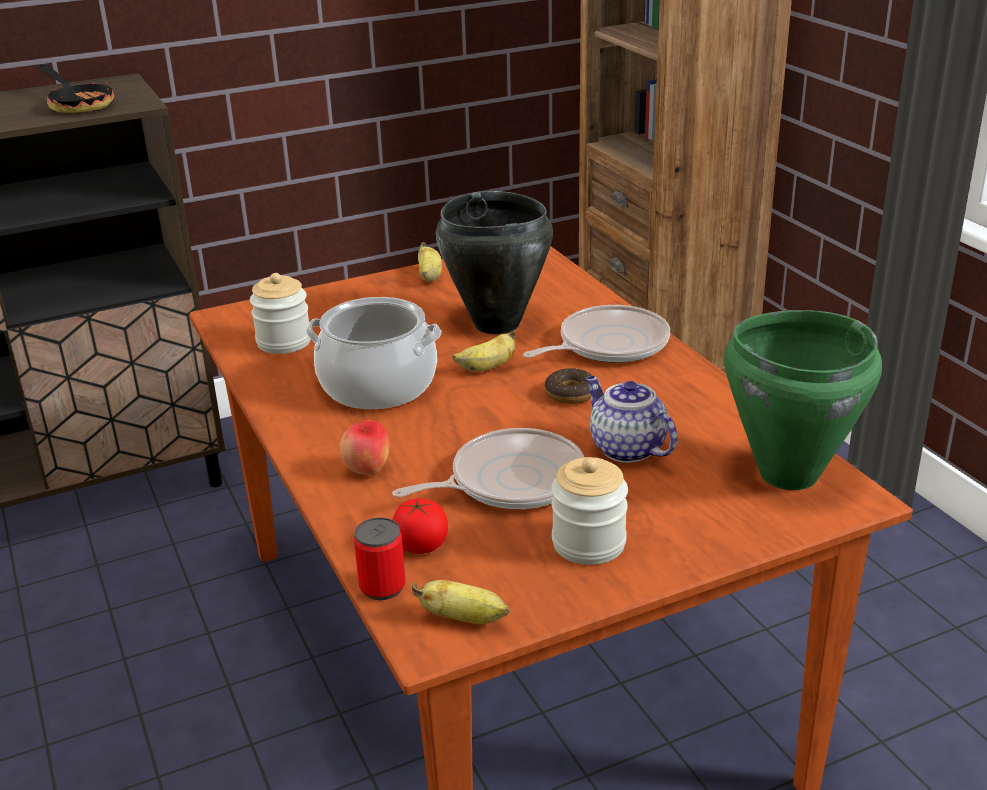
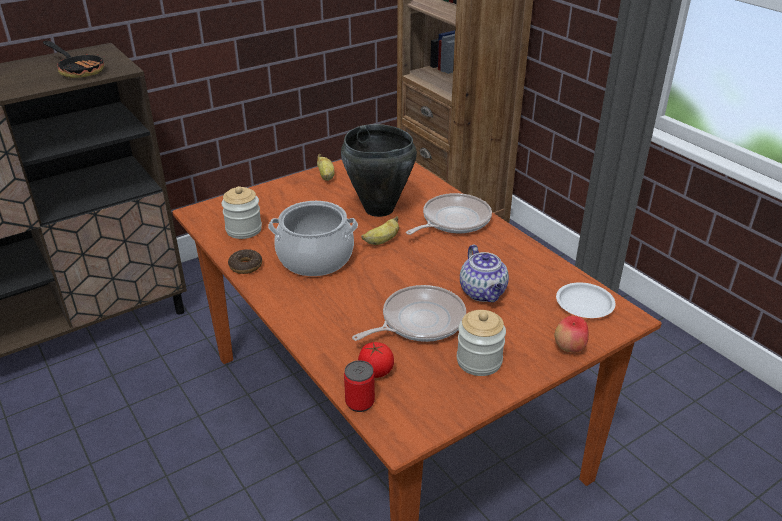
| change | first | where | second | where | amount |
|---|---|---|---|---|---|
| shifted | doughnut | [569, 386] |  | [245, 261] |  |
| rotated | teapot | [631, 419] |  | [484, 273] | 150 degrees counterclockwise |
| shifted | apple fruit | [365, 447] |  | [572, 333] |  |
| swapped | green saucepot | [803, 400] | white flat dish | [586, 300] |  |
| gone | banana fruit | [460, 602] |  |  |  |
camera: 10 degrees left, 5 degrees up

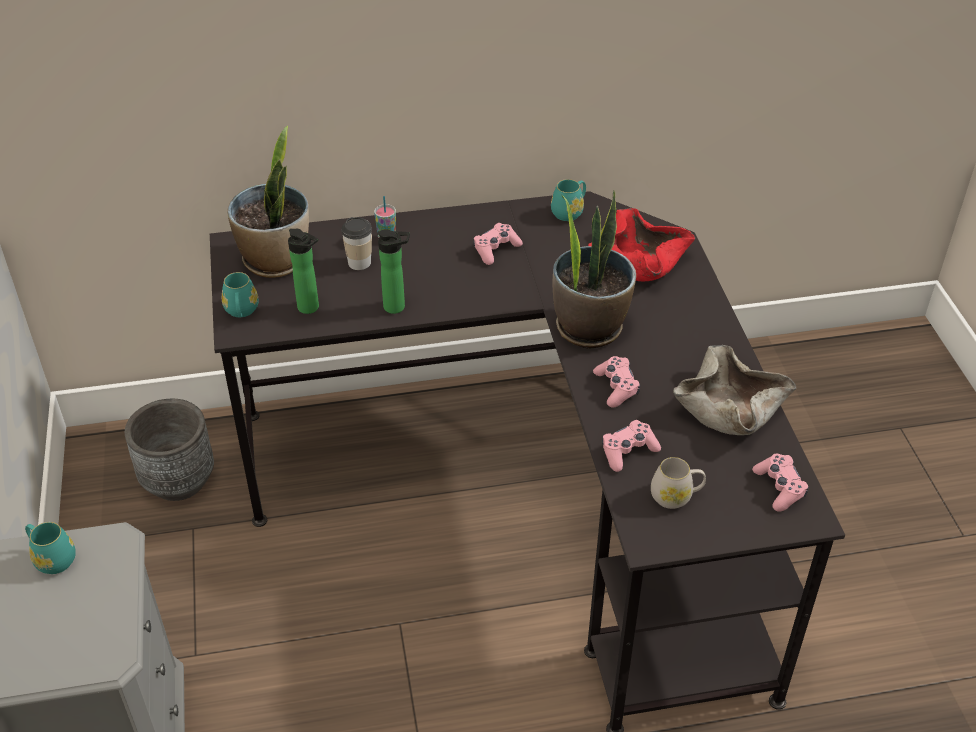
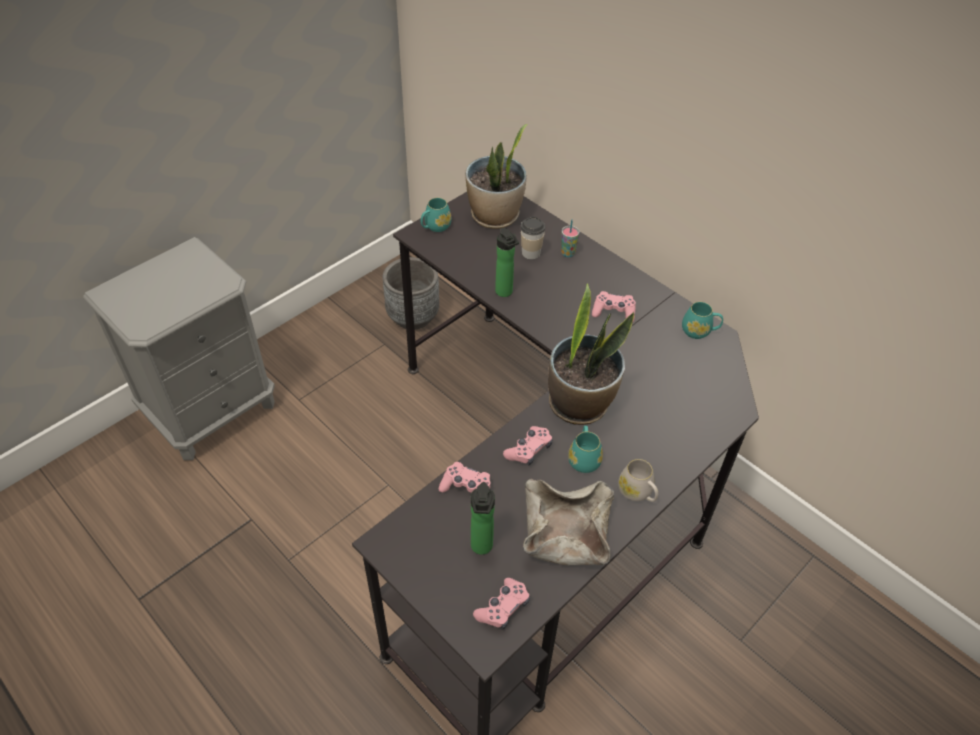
| change | first | where | second | where | amount |
|---|---|---|---|---|---|
| shifted | bottle | [303, 271] |  | [483, 518] |  |
| shifted | turquoise-coloured mug | [50, 548] |  | [585, 449] |  |
| shifted | white mug | [678, 483] |  | [638, 480] |  |
| gone | reddish deep dish | [641, 244] |  |  |  |
camera: 55 degrees right, 5 degrees up

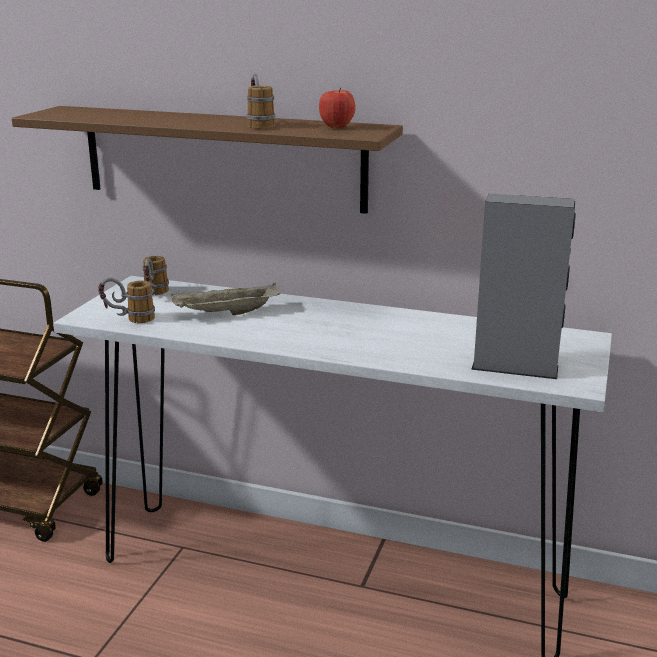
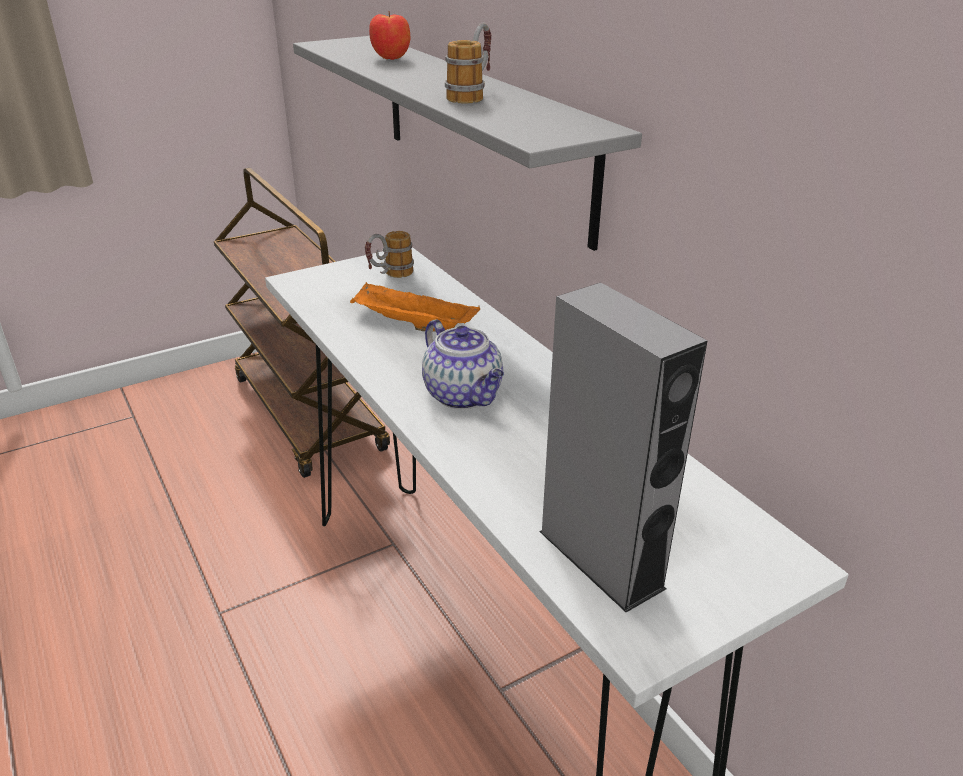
| change | first | where | second | where | amount |
|---|---|---|---|---|---|
| repainted | brownish wall shelf | [207, 160] | greyish wall shelf | [467, 143] |  |
| repainted | beige-coloured serving tray | [225, 298] | orangey serving tray | [415, 307] |  |
| shifted | apple fruit | [337, 108] |  | [390, 35] |  |
| new |  |  | teapot | [463, 364] |  |
| gone | mug | [126, 300] |  |  |  |
camera: 40 degrees right, 10 degrees up

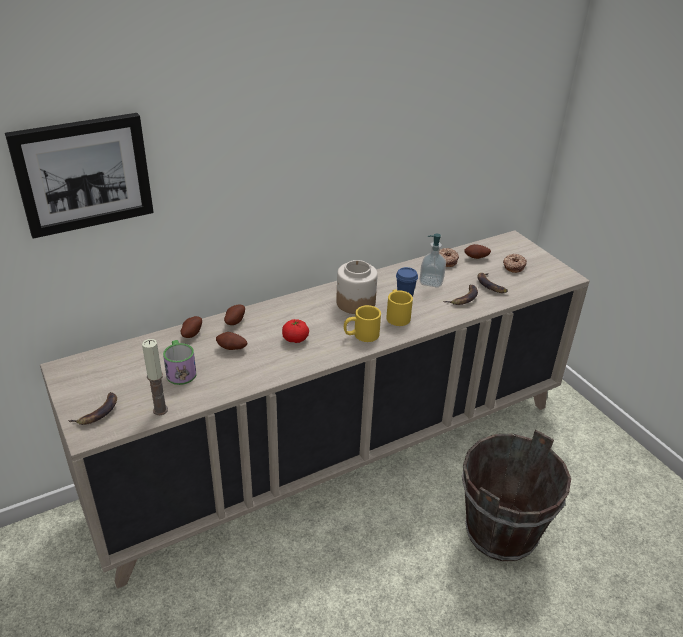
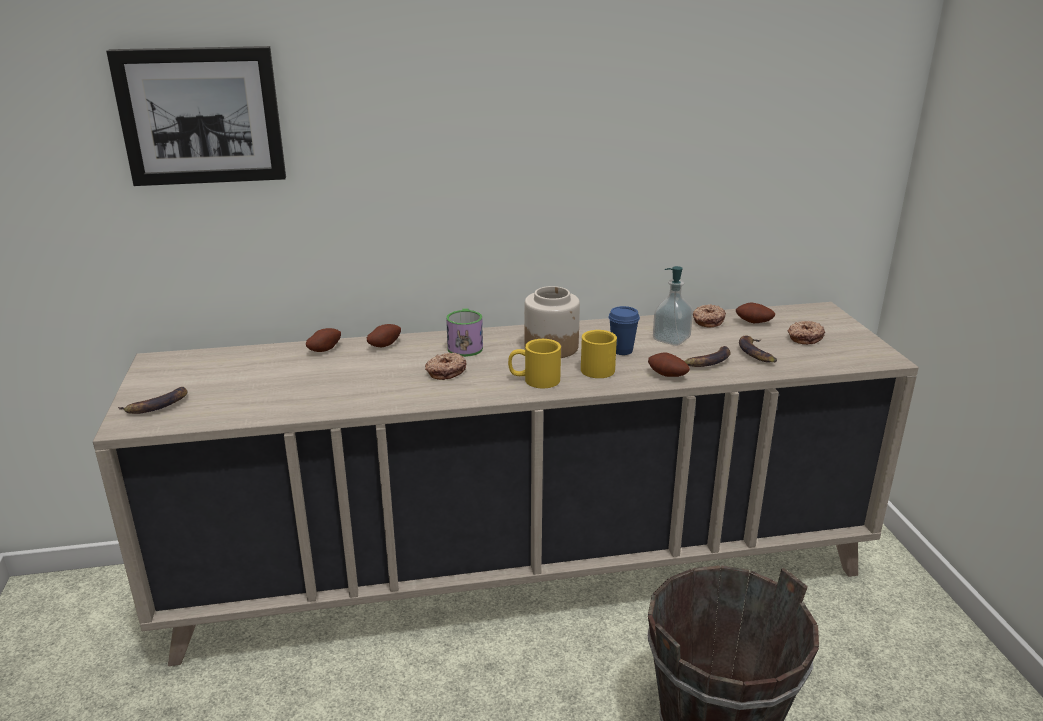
| change | first | where | second | where | amount |
|---|---|---|---|---|---|
| swapped | whole tomato | [295, 331] | doughnut | [446, 366] |  |
| shifted | mug | [179, 362] |  | [464, 332] |  |
| shifted | spud | [231, 341] |  | [669, 364] |  |
| gone | candle | [155, 377] |  |  |  |
camera: 20 degrees right, 10 degrees down

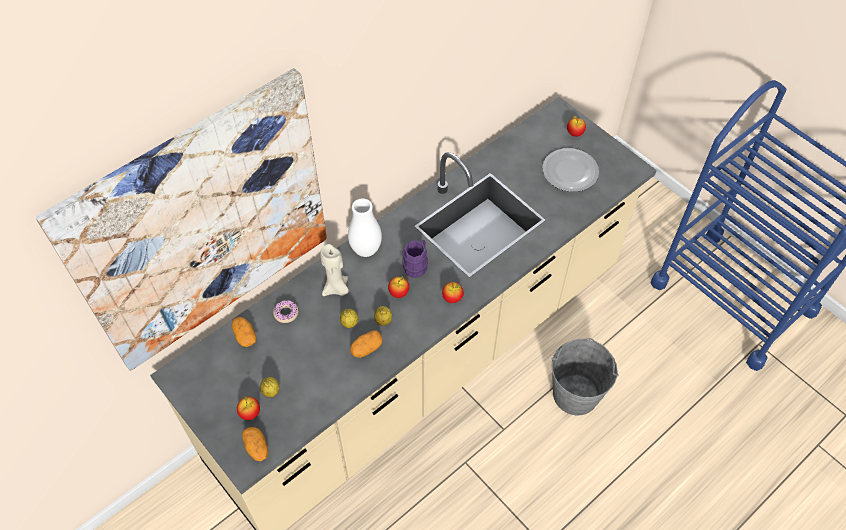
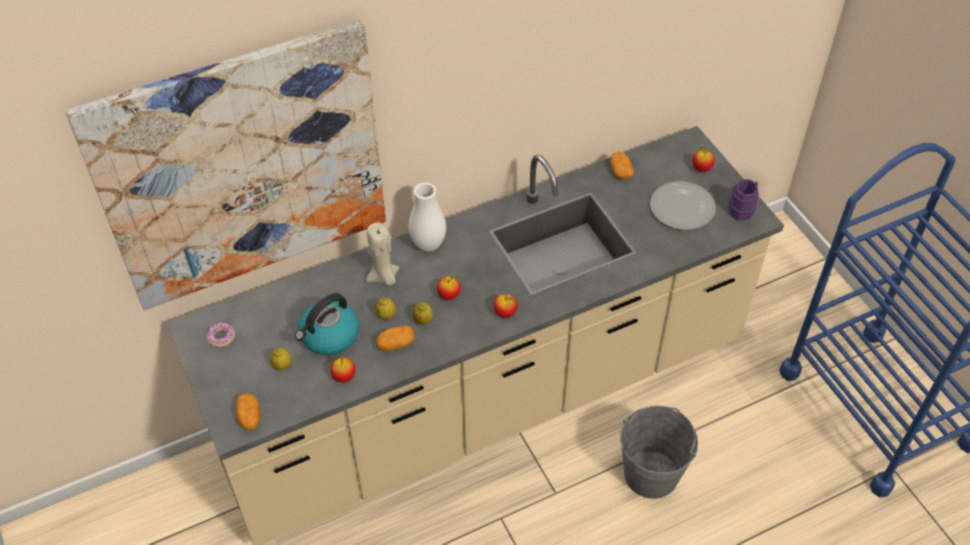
| change | first | where | second | where | amount |
|---|---|---|---|---|---|
| shifted | doughnut | [286, 311] |  | [220, 335] |  |
| new |  |  | tea kettle | [327, 324] |  |
| shifted | apple fruit | [248, 408] |  | [343, 368] |  |
| shifted | spud | [244, 332] |  | [622, 166] |  |
| shifted | purple-coloured mug | [415, 259] |  | [743, 200] |  |
camera: 15 degrees right, 5 degrees down

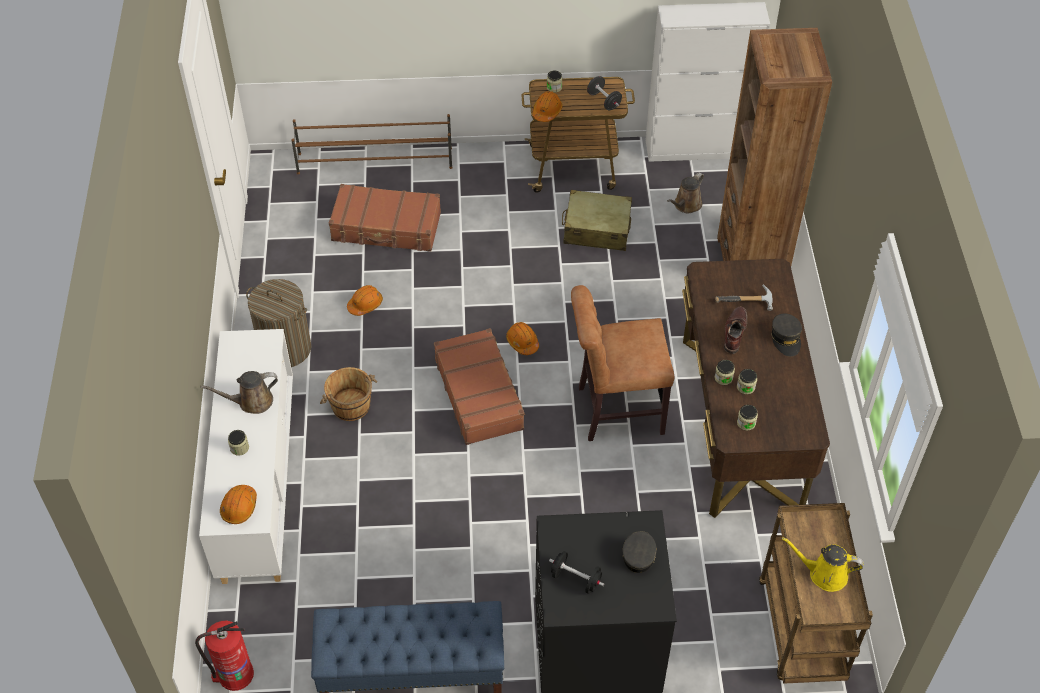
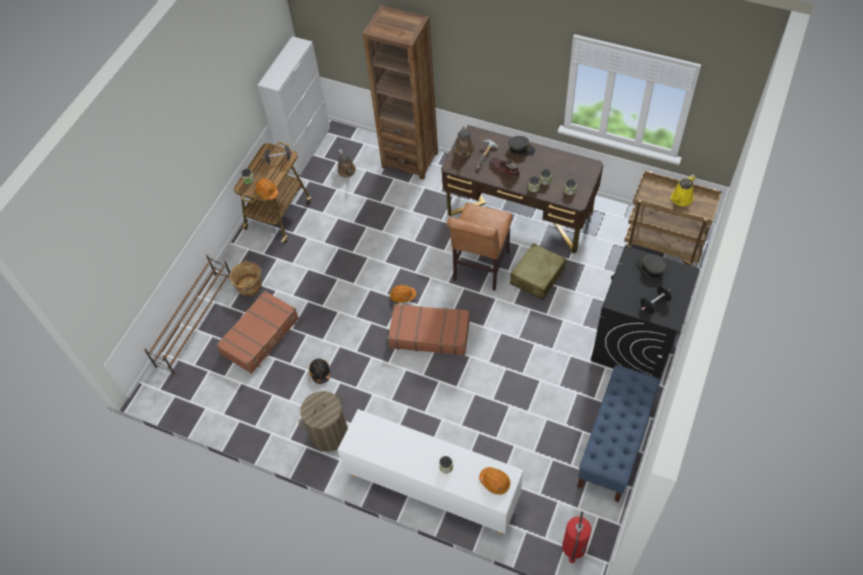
| change | first | where | second | where | amount |
|---|---|---|---|---|---|
| shifted | brownish pail | [348, 394] |  | [246, 278] |  |
| repainted | orangey work helmet | [365, 300] | black work helmet | [319, 371] |  |
| shifted | brownish watering pot | [239, 392] |  | [465, 141] |  |
| shifted | beige-coloured piece of luggage | [597, 220] |  | [538, 271] |  |
camera: 60 degrees left, 5 degrees up

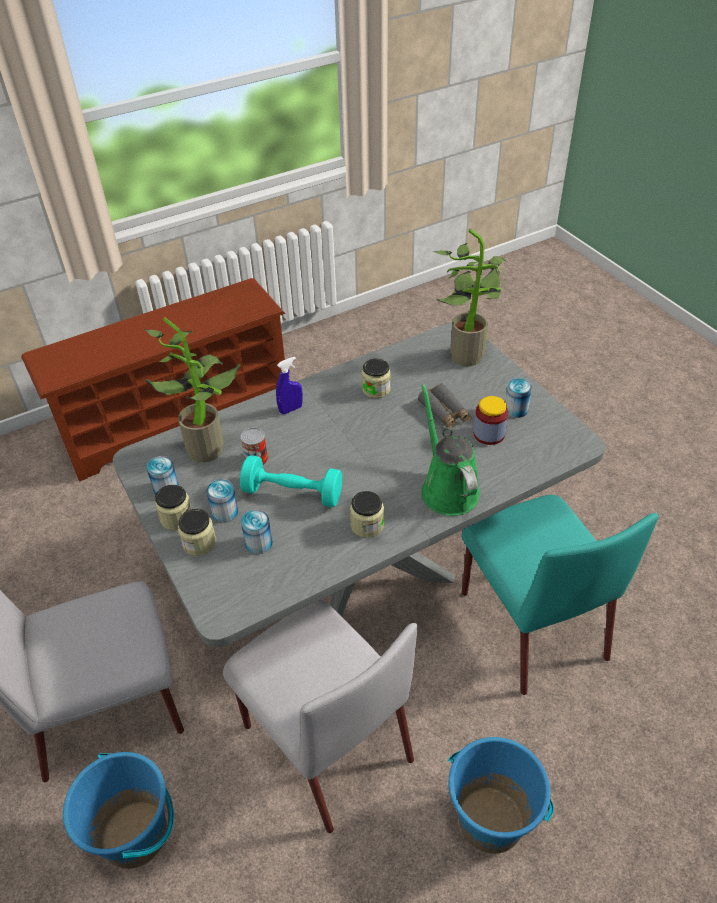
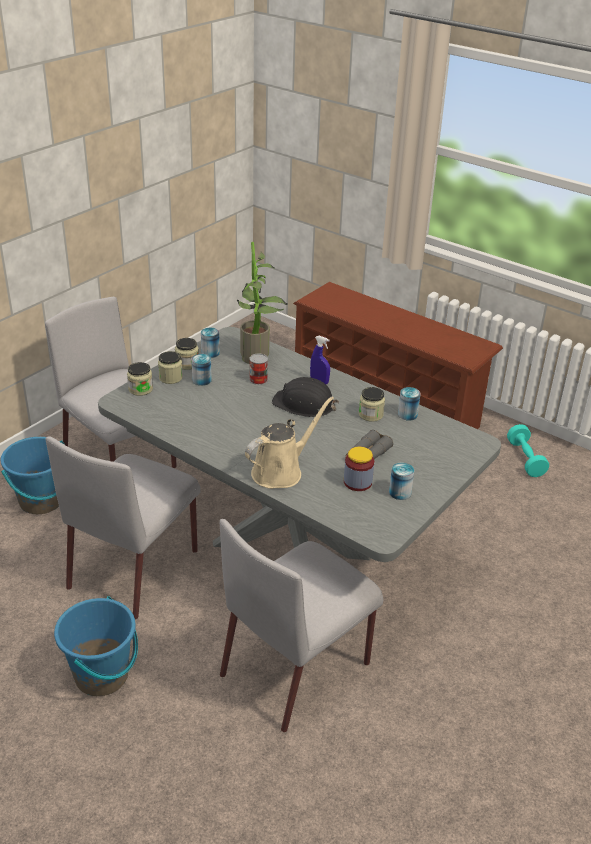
| change | first | where | second | where | amount |
|---|---|---|---|---|---|
| shifted | preserve jar | [367, 514] |  | [140, 379] |  |
| repainted | turquoise-coloured upright chair | [560, 595] | greyish upright chair | [301, 625] |  |
| repainted | green watering pot | [450, 450] | beige-coloured watering pot | [289, 442] |  |
| new |  |  | black work helmet | [305, 397] |  |
| shifted | can | [257, 532] |  | [409, 404] |  |
| shifted | turquoise-coloured dumbbell | [291, 481] |  | [528, 450] |  |
| gone | houseplant | [470, 297] |  |  |  |
camera: 65 degrees right, 10 degrees down

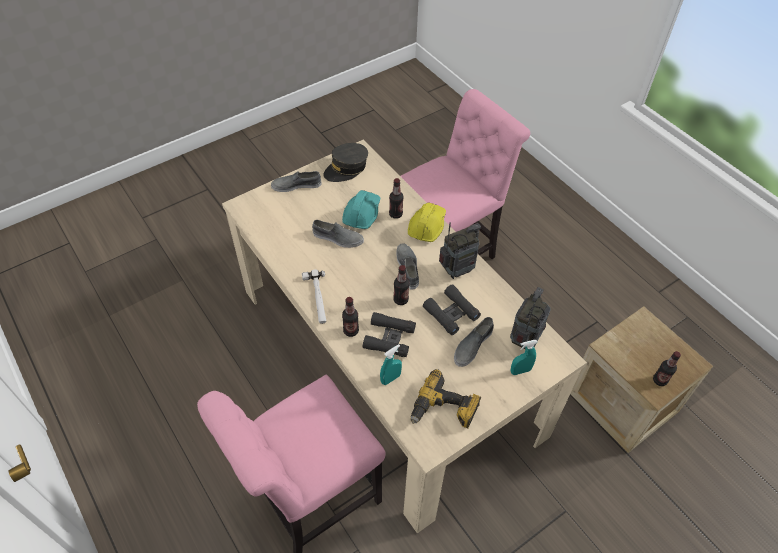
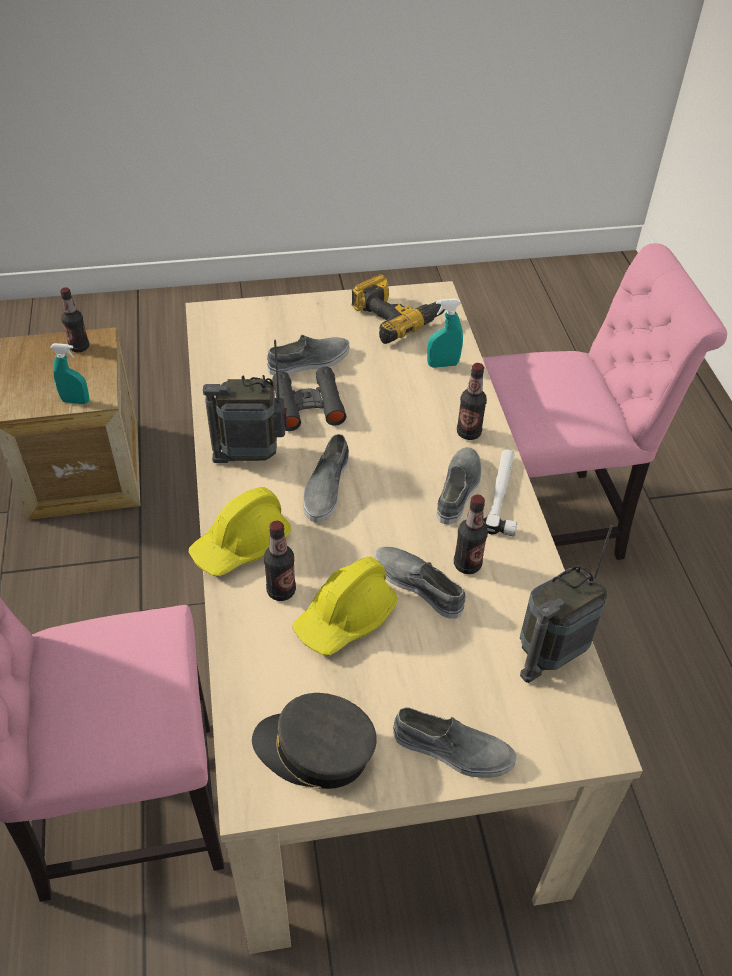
| change | first | where | second | where | amount |
|---|---|---|---|---|---|
| shifted | turquoise-coloured sprayer | [523, 357] |  | [69, 373] |  |
| rotated | greyish cap | [345, 162] |  | [314, 741] | 150 degrees counterclockwise |
| repainted | turquoise-coloured work helmet | [361, 209] | yellowish work helmet | [345, 606] |  |
| new |  |  | greyish shoe | [459, 486] |  |
| shifted | bottle | [401, 285] |  | [471, 534] |  |
| shifted | radio set | [530, 318] |  | [566, 604] |  |
| gone | black pair of binoculars | [389, 334] |  |  |  |
camera: 155 degrees left, 5 degrees down

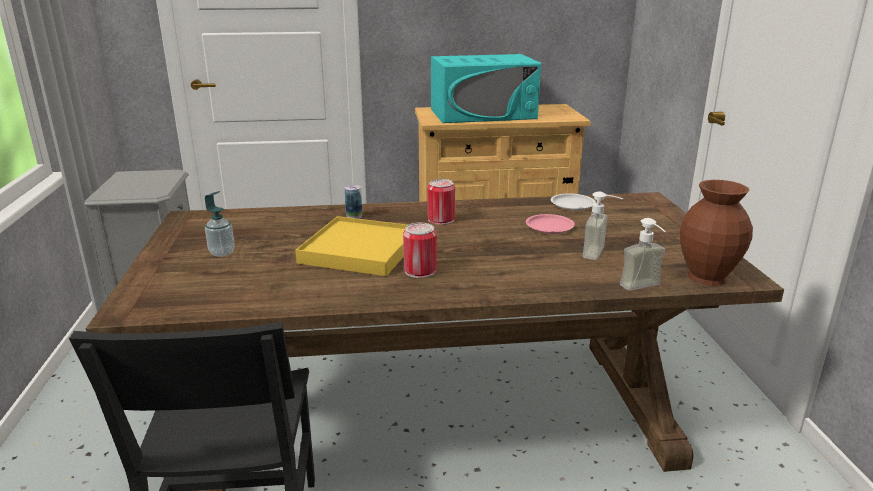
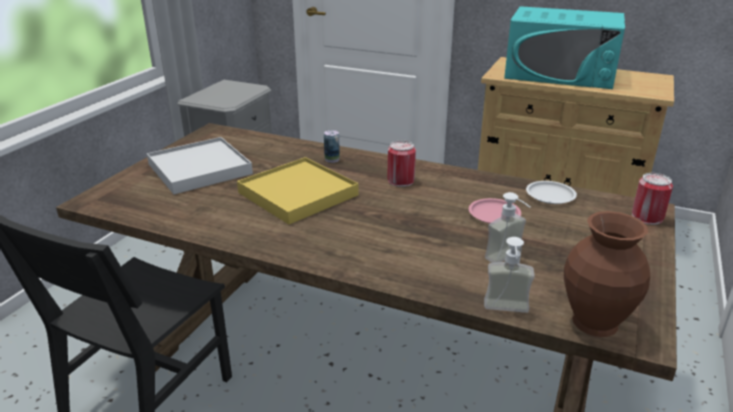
| change | first | where | second | where | amount |
|---|---|---|---|---|---|
| swapped | soap bottle | [220, 224] | white serving tray | [200, 165] |  |
| shifted | can | [420, 250] |  | [652, 199] |  |
camera: 30 degrees right, 5 degrees up

